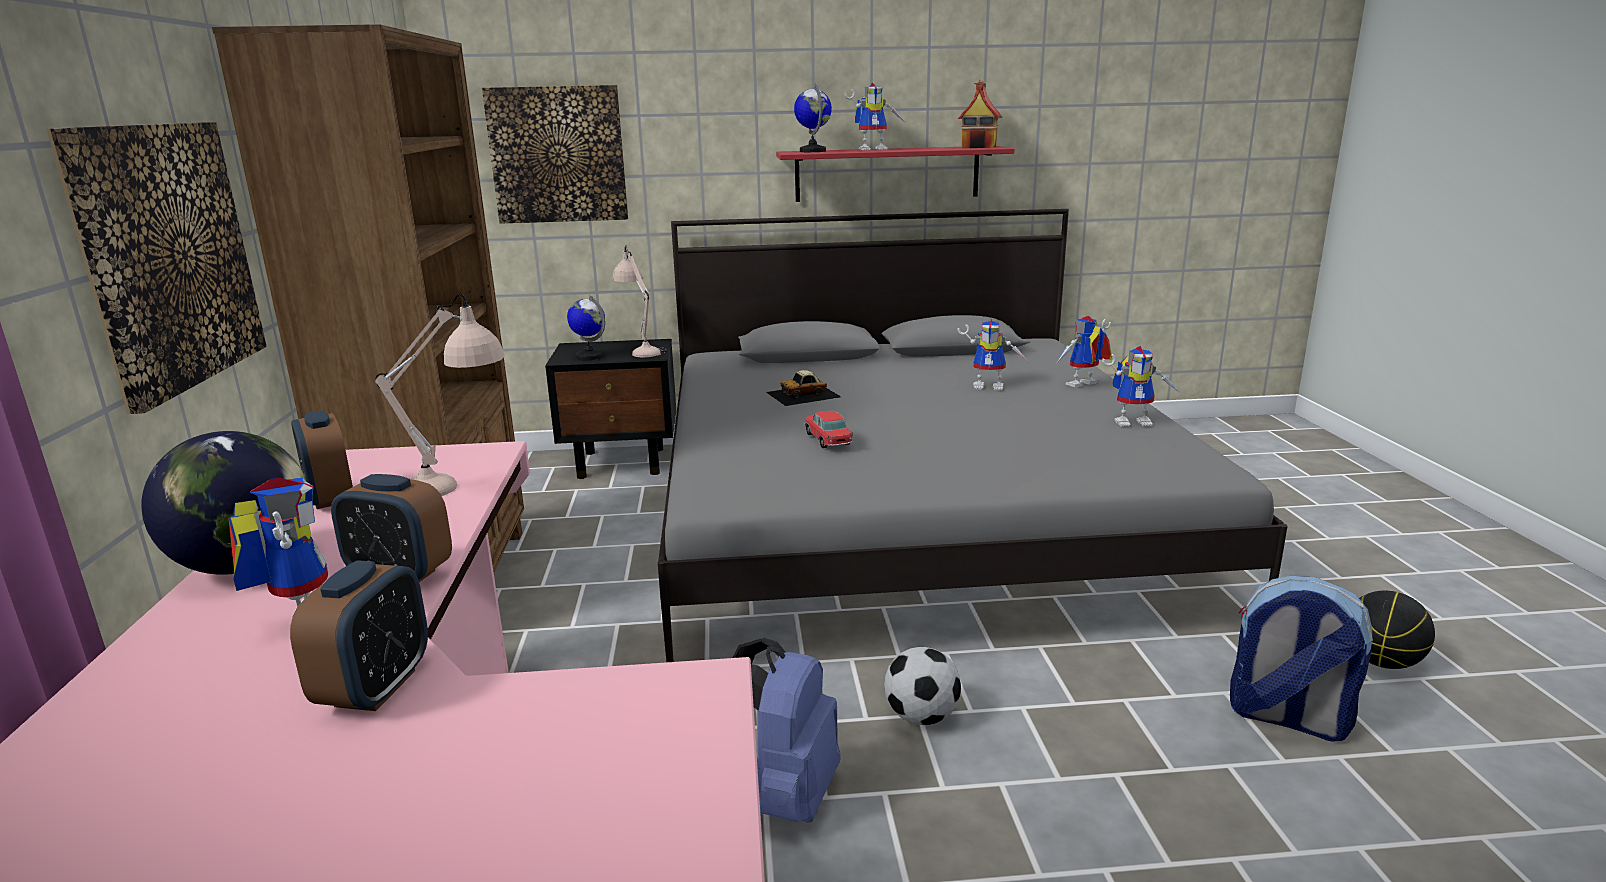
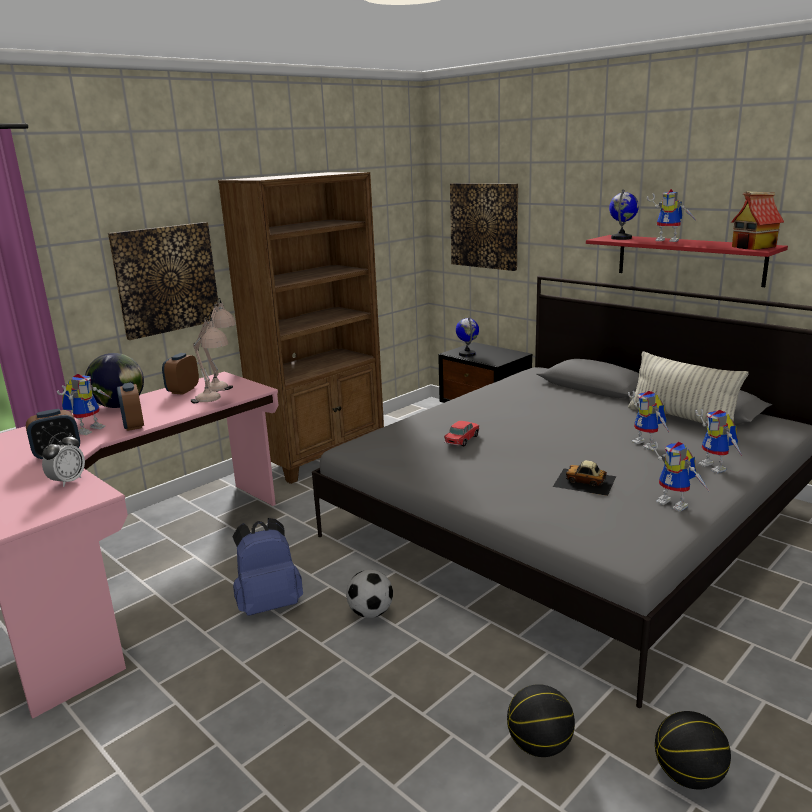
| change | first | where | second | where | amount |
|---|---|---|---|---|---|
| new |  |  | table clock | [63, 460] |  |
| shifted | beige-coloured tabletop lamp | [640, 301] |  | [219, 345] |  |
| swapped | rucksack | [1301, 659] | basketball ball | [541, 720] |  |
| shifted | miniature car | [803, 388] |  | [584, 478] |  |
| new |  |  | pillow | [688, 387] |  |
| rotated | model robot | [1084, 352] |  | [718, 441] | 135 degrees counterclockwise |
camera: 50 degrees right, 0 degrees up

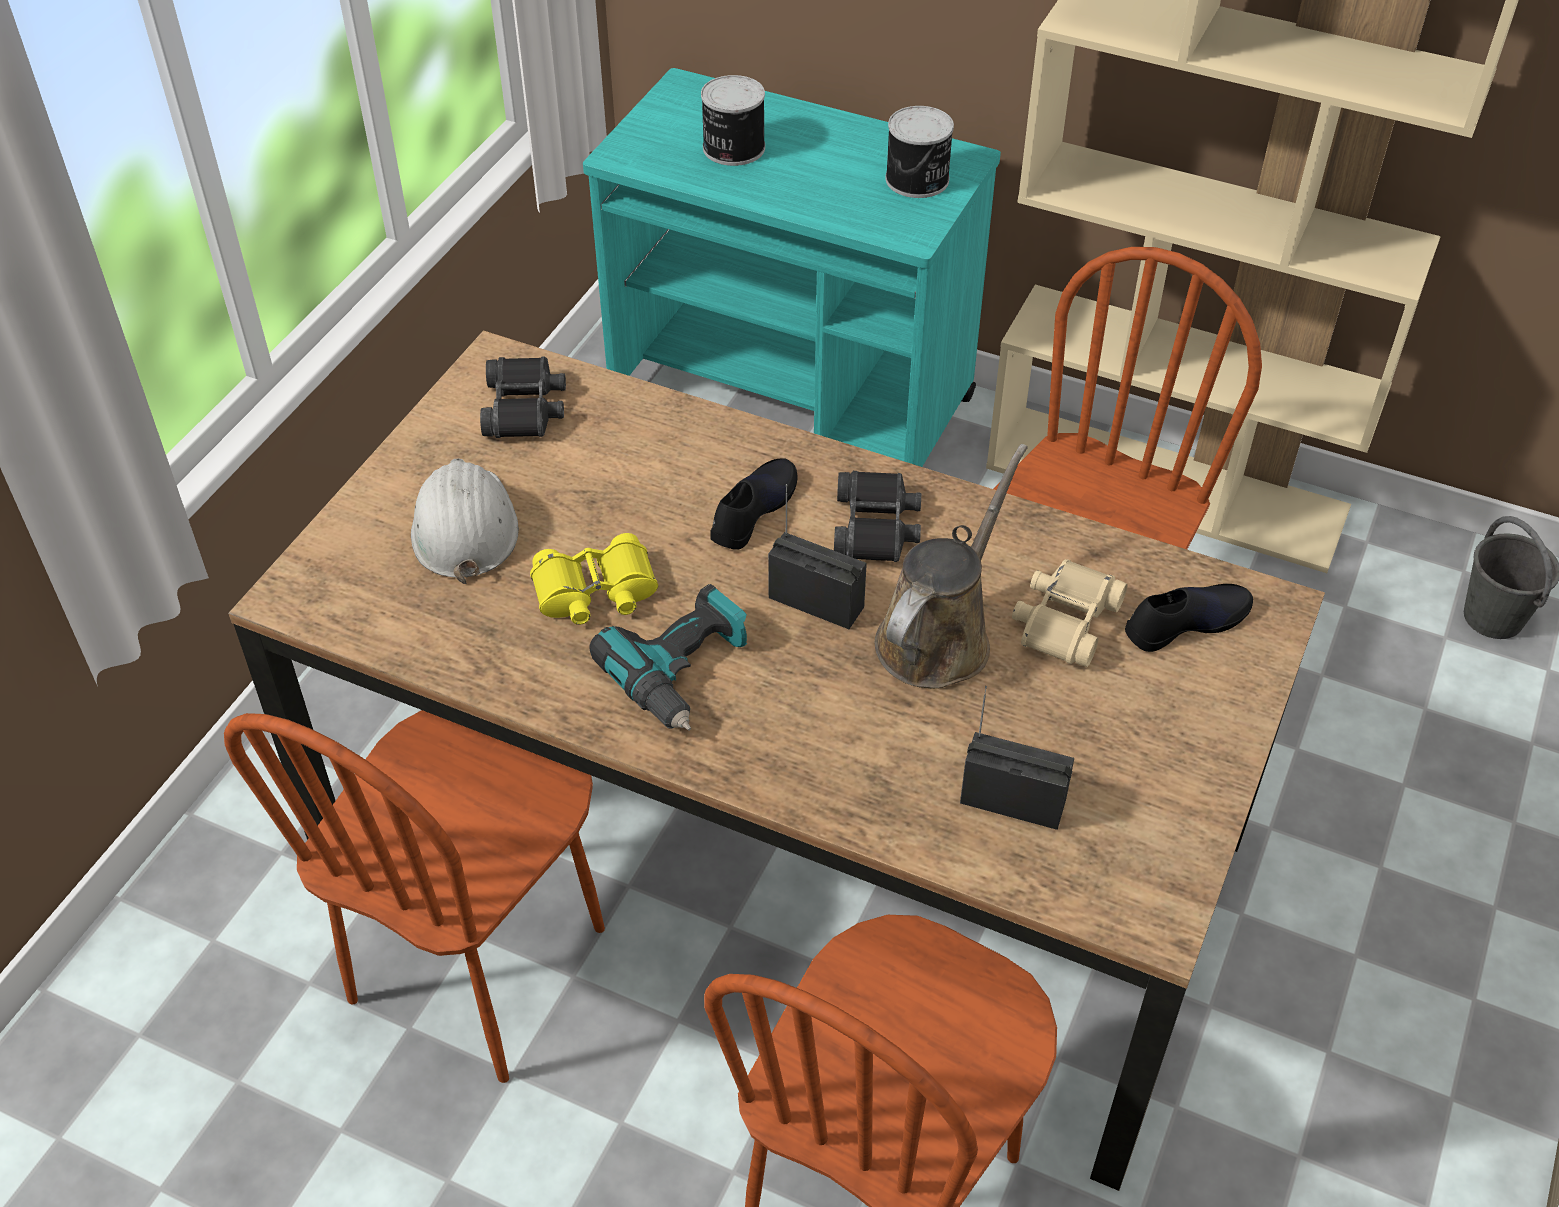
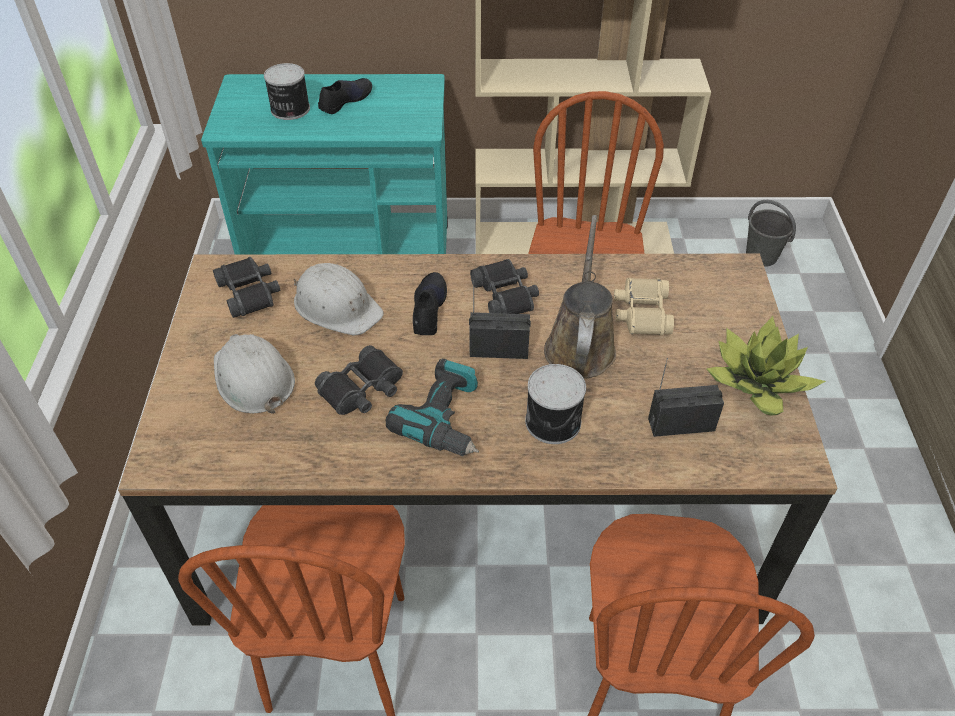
| change | first | where | second | where | amount |
|---|---|---|---|---|---|
| new |  |  | white work helmet | [339, 299] |  |
| repainted | yellowish pair of binoculars | [594, 579] | black pair of binoculars | [359, 380] |  |
| shifted | black shoe | [1189, 618] |  | [345, 96] |  |
| shifted | can | [920, 152] |  | [555, 404] |  |
| new |  |  | houseplant | [766, 366] |  |
camera: 25 degrees left, 0 degrees up

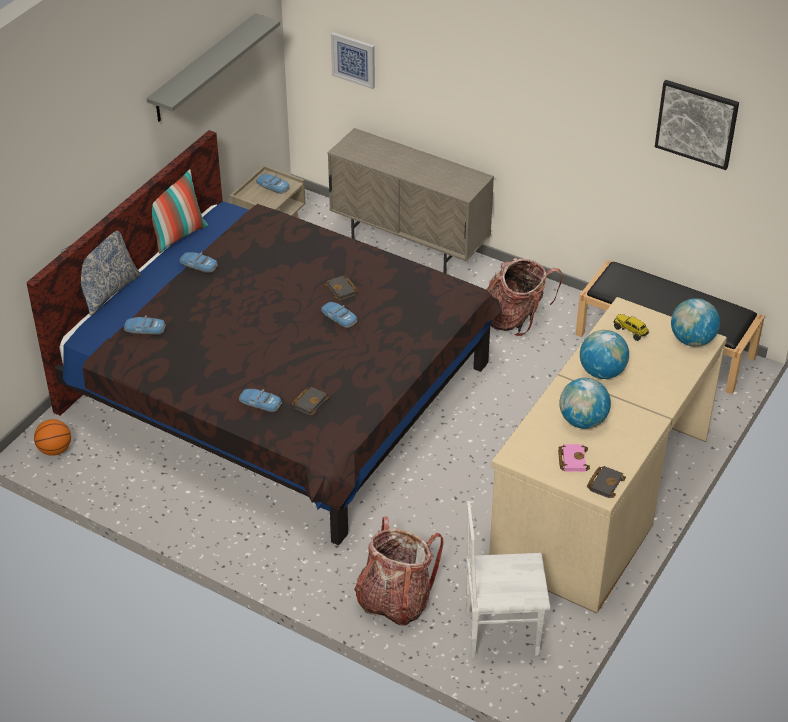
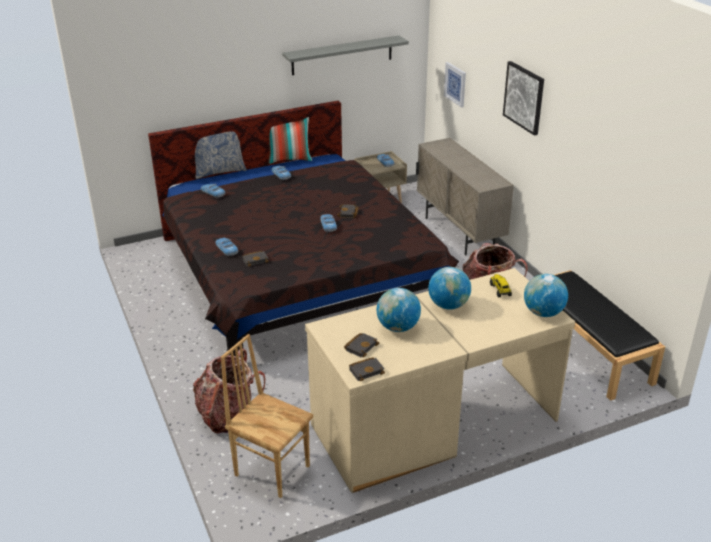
| change | first | where | second | where | amount |
|---|---|---|---|---|---|
| repainted | white upright chair | [508, 579] | brownish upright chair | [267, 416] |  |
| repainted | pinkish volume | [574, 458] | black volume | [362, 345] |  |
| shifted | wall art | [697, 125] |  | [523, 98] |  |
| gone | basketball ball | [52, 437] |  |  |  |
camera: 35 degrees right, 10 degrees down

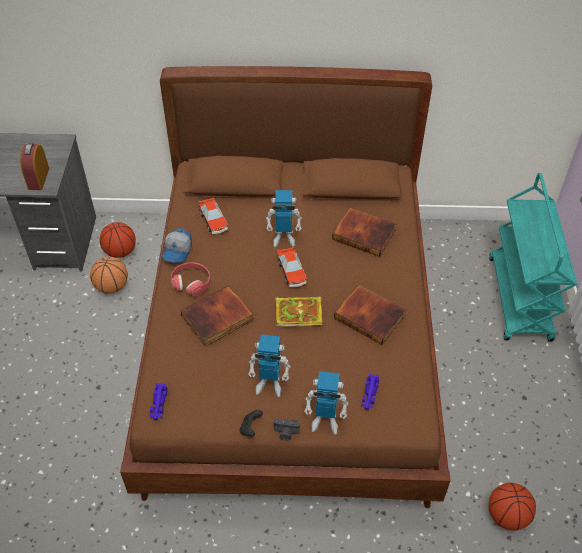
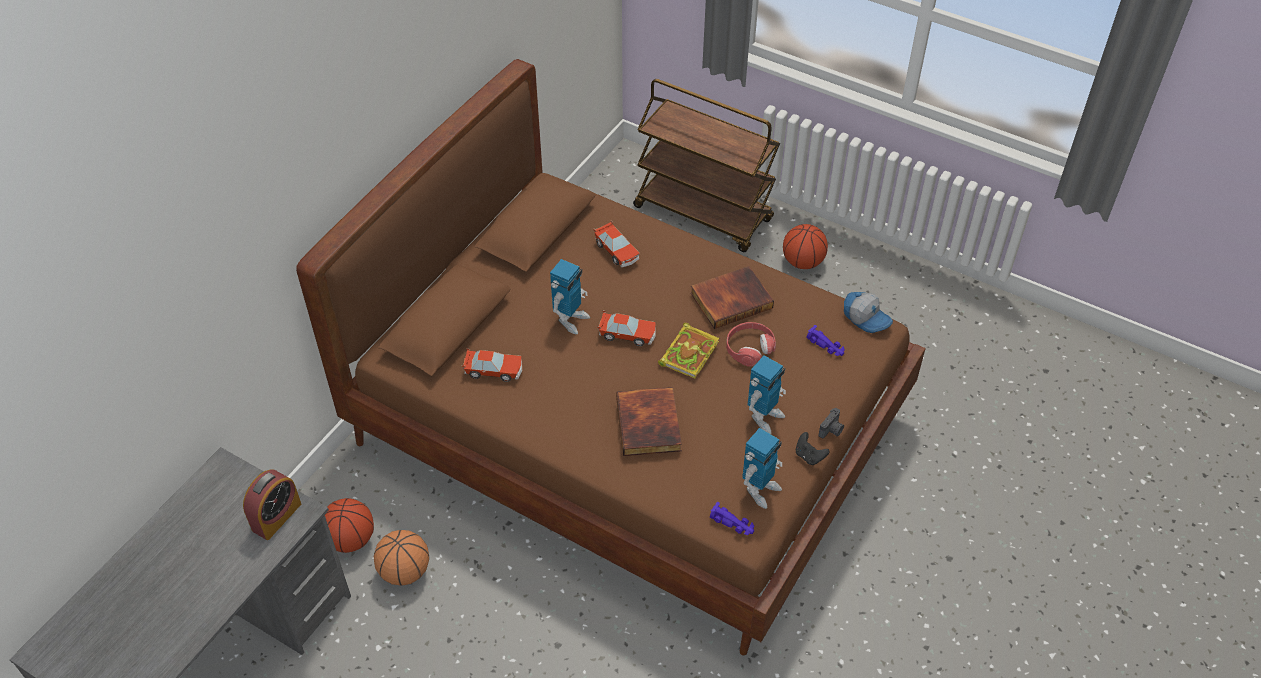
| change | first | where | second | where | amount |
|---|---|---|---|---|---|
| rotated | table clock | [34, 166] |  | [272, 504] | 90 degrees counterclockwise |
| swapped | volume | [364, 232] | miniature car | [617, 244] |  |
| repainted | turquoise-coloured trolley | [533, 257] | brownish trolley | [706, 165] |  |
| shifted | reddish headphones | [191, 279] |  | [751, 344] |  |
| shifted | model robot | [326, 403] |  | [762, 468] |  |
| shifted | basketball ball | [512, 507] |  | [805, 246] |  |
| shifted | cap | [176, 245] |  | [868, 312] |  |
camera: 60 degrees left, 0 degrees up

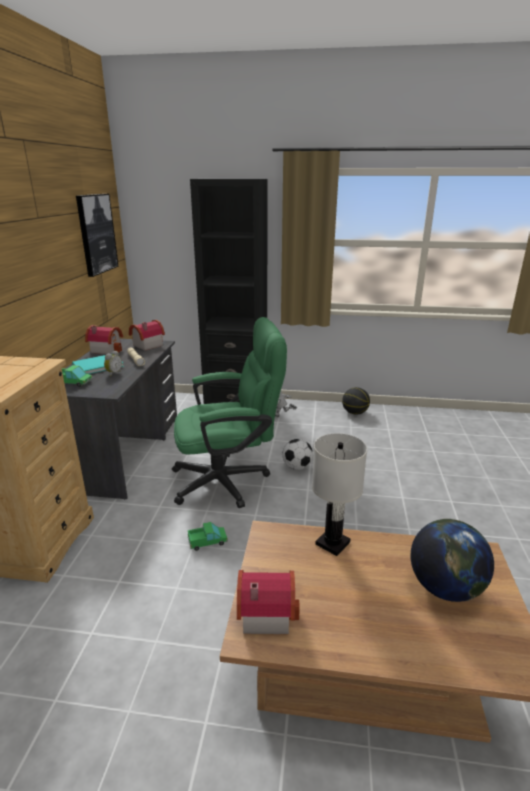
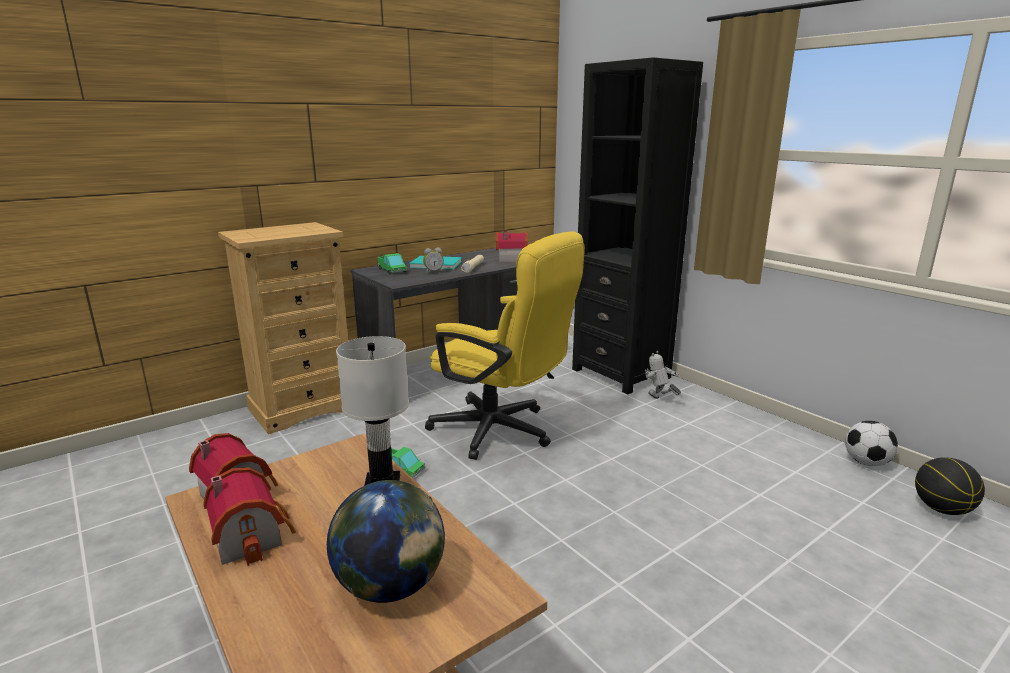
| change | first | where | second | where | amount |
|---|---|---|---|---|---|
| shifted | toy house | [104, 339] |  | [249, 517] |  |
| repainted | green desk chair | [229, 412] | yellowish desk chair | [505, 345] |  |
| shifted | ball for football | [297, 454] |  | [871, 443] |  |
| shifted | basketball ball | [356, 401] |  | [950, 486] |  |
| gone | wall art | [97, 235] |  |  |  |
camera: 45 degrees right, 5 degrees down

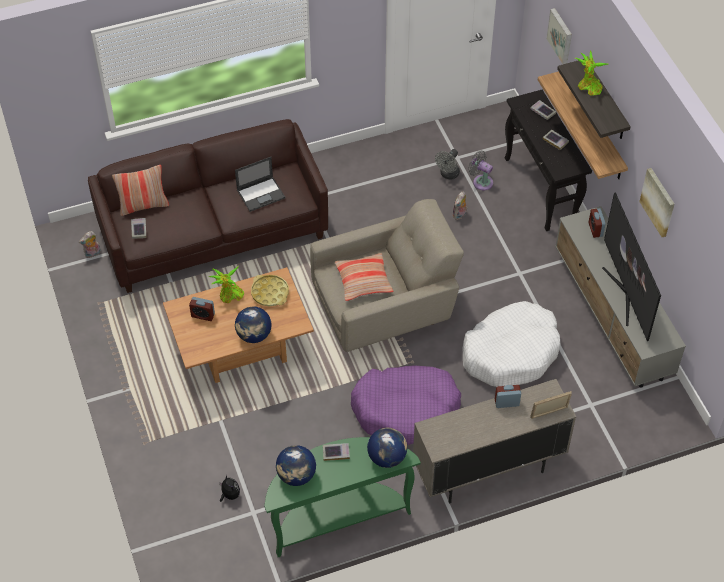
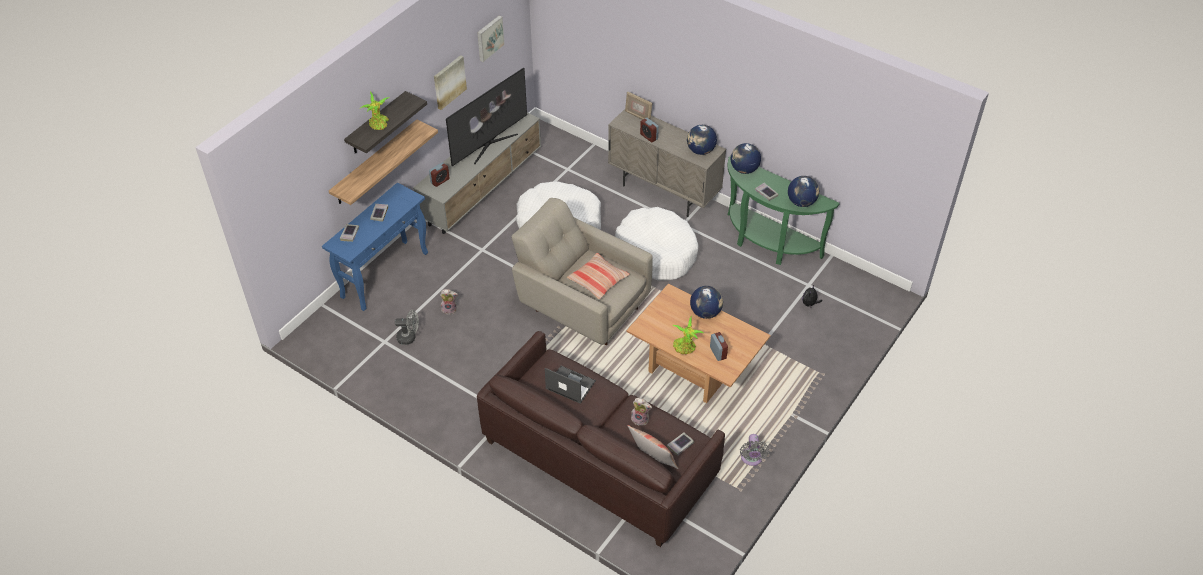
| change | first | where | second | where | amount |
|---|---|---|---|---|---|
| repainted | black console table | [548, 160] | blue console table | [375, 247] |  |
| shifted | wall art | [559, 36] |  | [491, 38] |  |
| repainted | purple-coloured dog bed | [406, 405] | white dog bed | [656, 243] |  |
| shifted | cuddly toy | [90, 244] |  | [641, 412] |  |
| new |  |  | desk globe | [702, 140] |  |
| shifted | greyish fan | [480, 170] |  | [754, 450] |  |
| gone | yellowish serving tray | [270, 290] |  |  |  |
camera: 125 degrees left, 5 degrees down

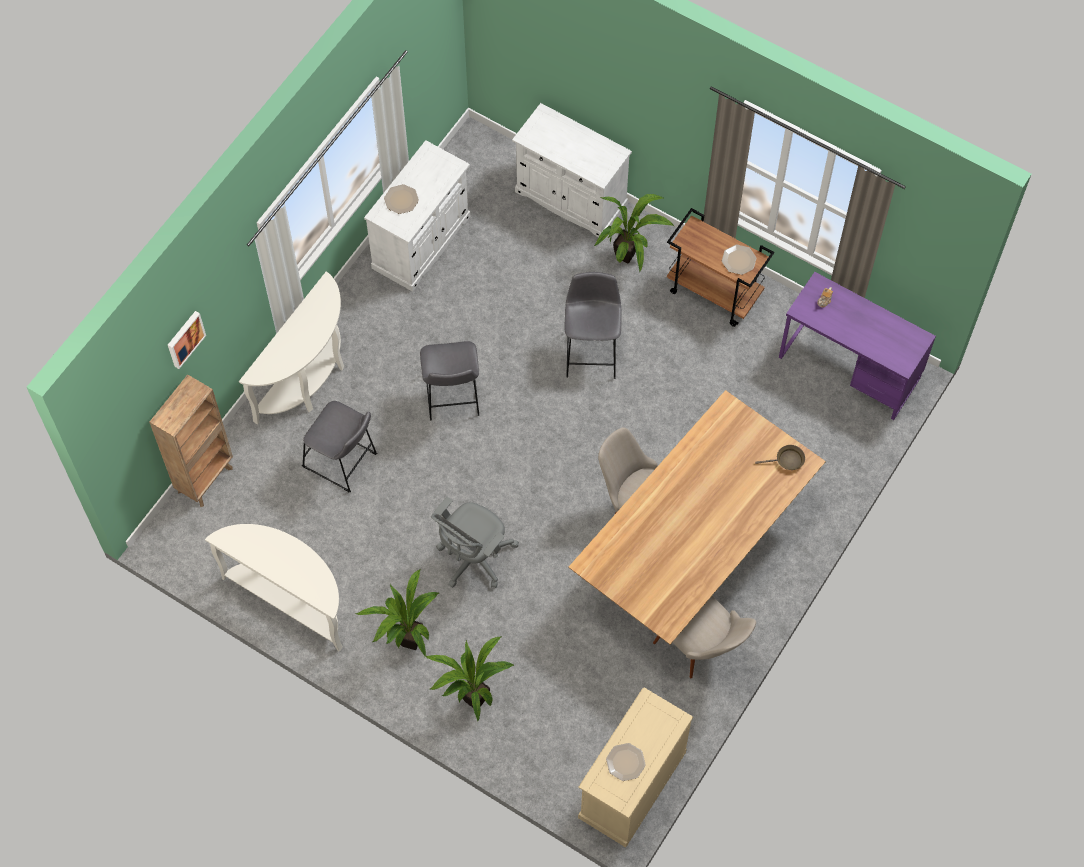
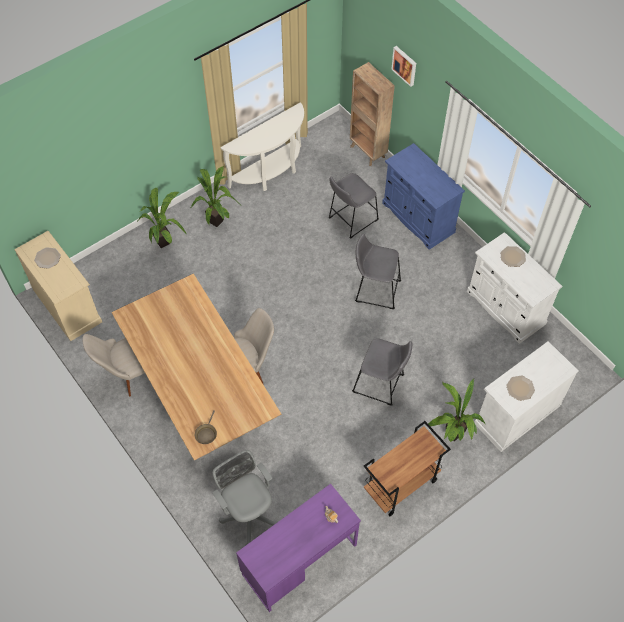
| change | first | where | second | where | amount |
|---|---|---|---|---|---|
| shifted | greyish desk chair | [475, 542] |  | [245, 498] |  |
| swapped | white console table | [291, 348] | blue cabinet | [423, 196] |  |
| shifted | flat dish | [739, 260] |  | [520, 388] |  |
camera: 110 degrees right, 5 degrees down

